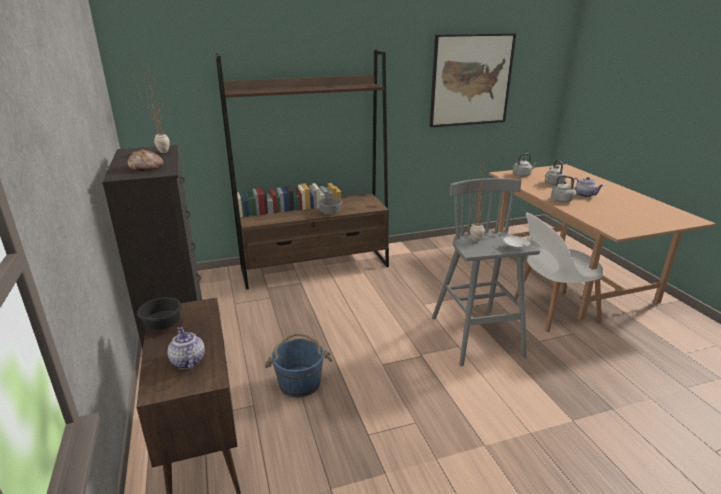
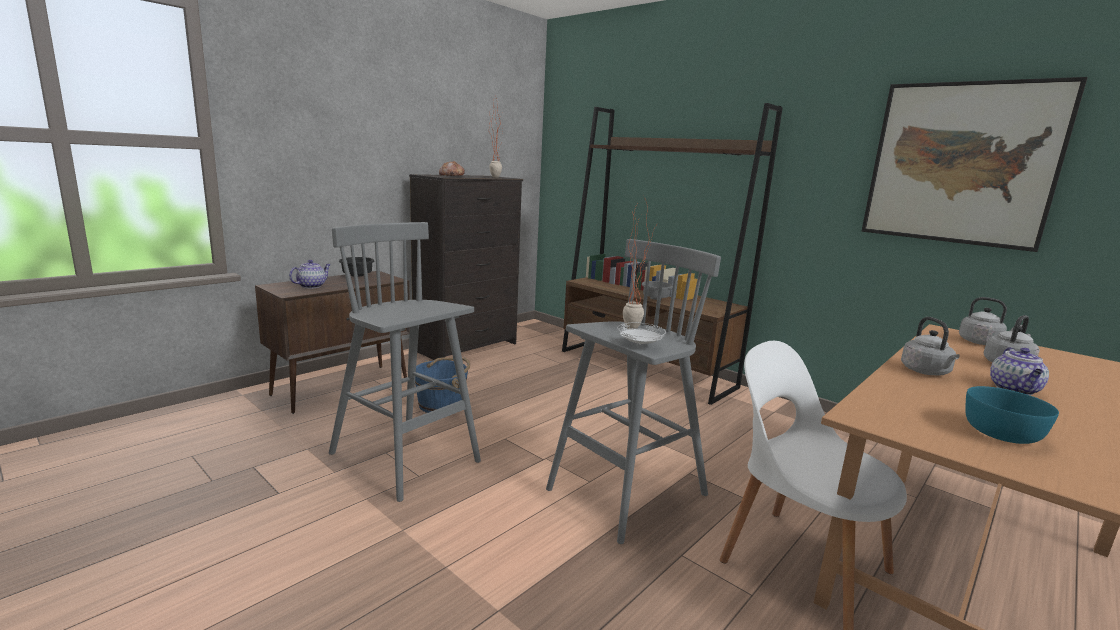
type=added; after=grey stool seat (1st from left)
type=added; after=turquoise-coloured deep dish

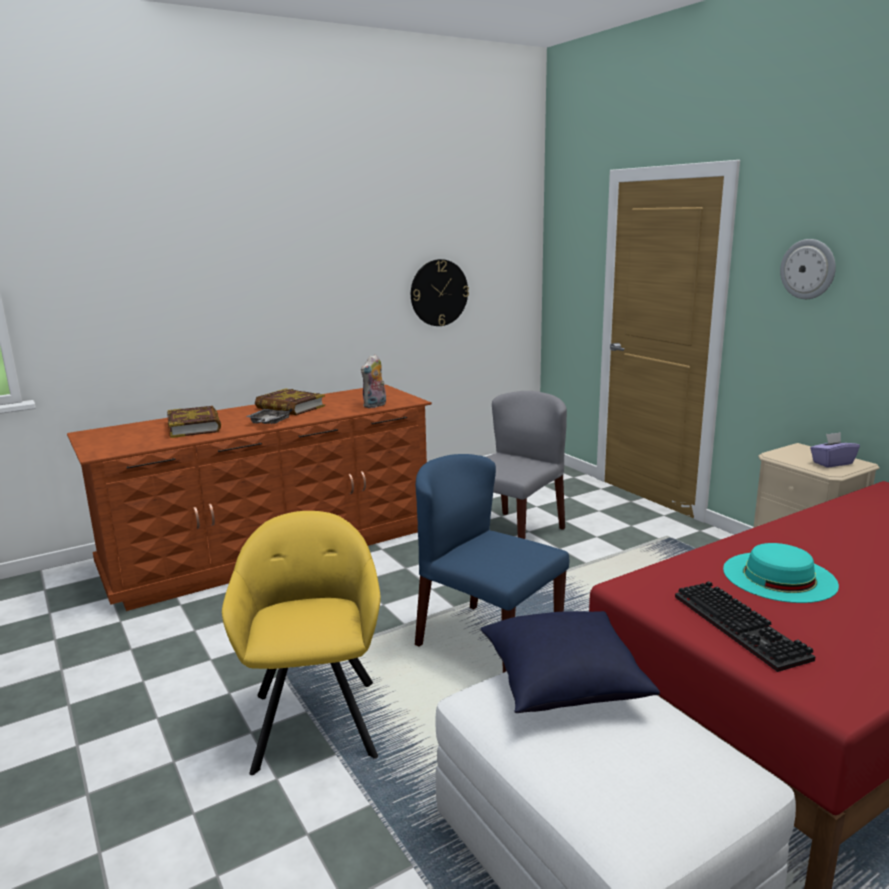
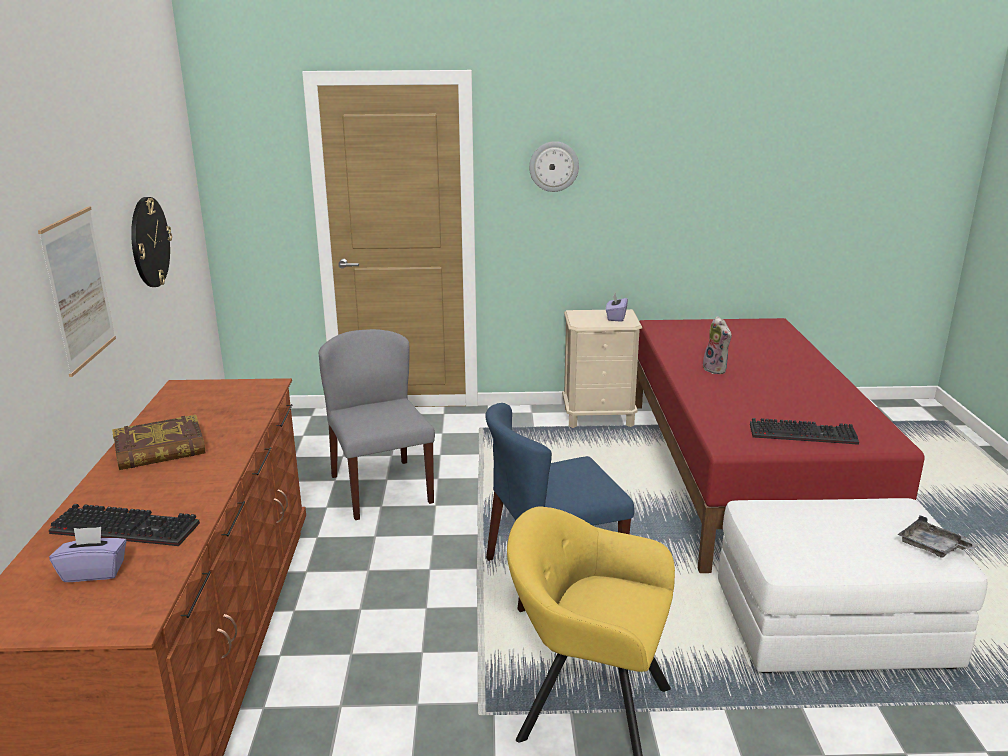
type=moved; before=soft toy
type=replaced; before=book (1st from left); after=computer keyboard (1st from left)
type=moved; before=grey carrying tray
type=removed; before=turquoise-coloured wearable hat
type=removed; before=blue-coloured cushion
type=added; after=wall picture
type=added; after=purplish tissue box (1st from left)

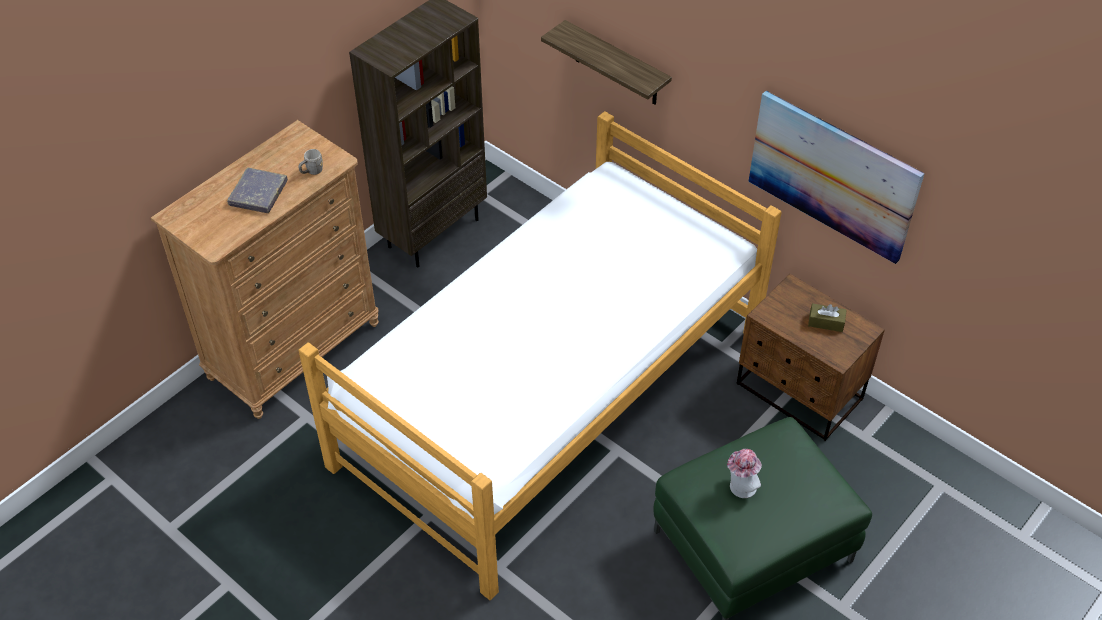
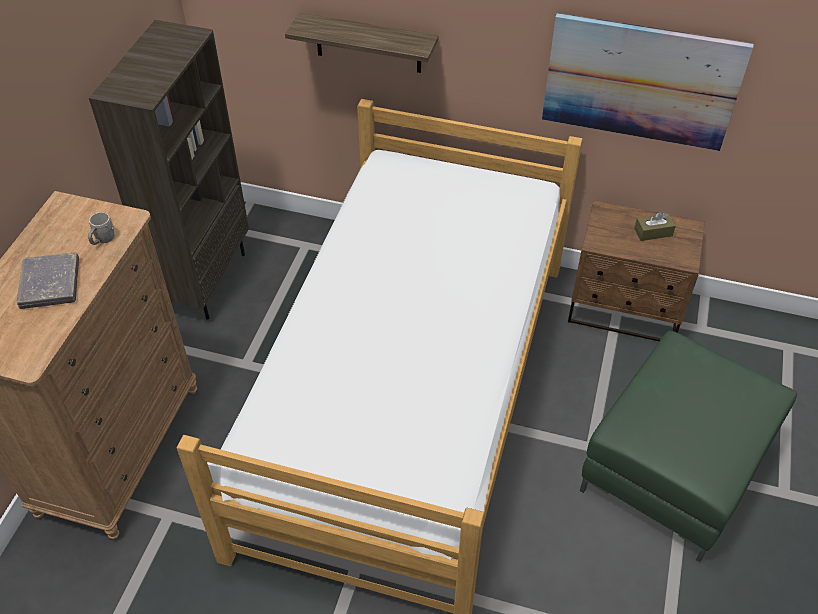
type=removed; before=wearable hat

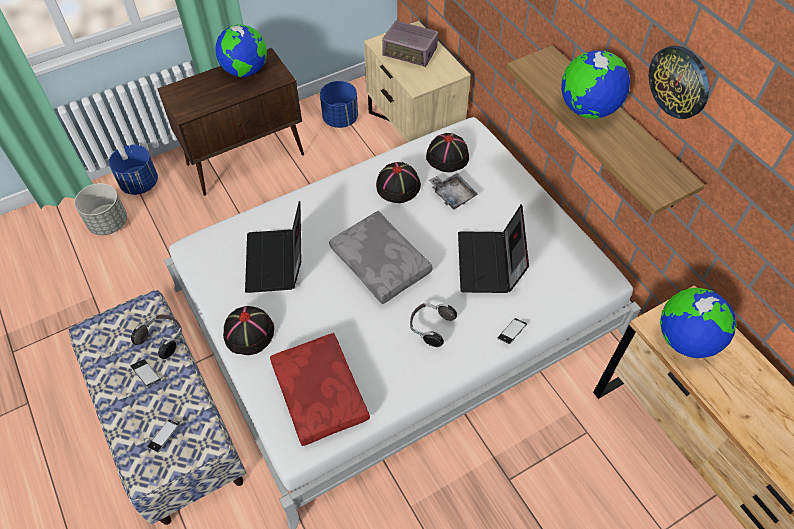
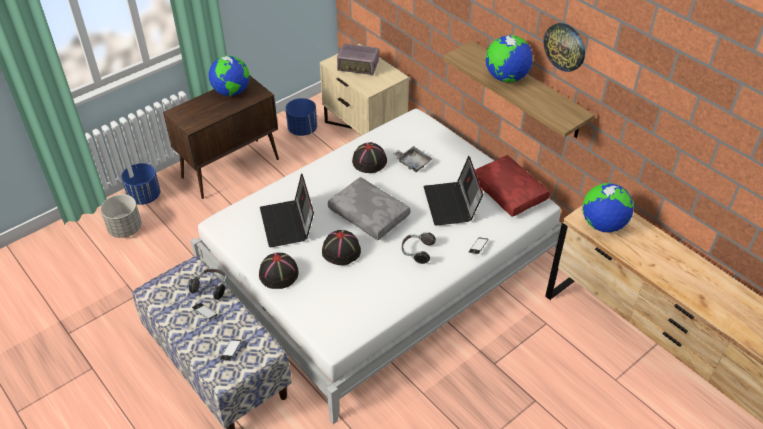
type=moved; before=black-coloured wearable hat (3rd from left in the first image); after=black-coloured wearable hat (2nd from left)
type=moved; before=red cushion

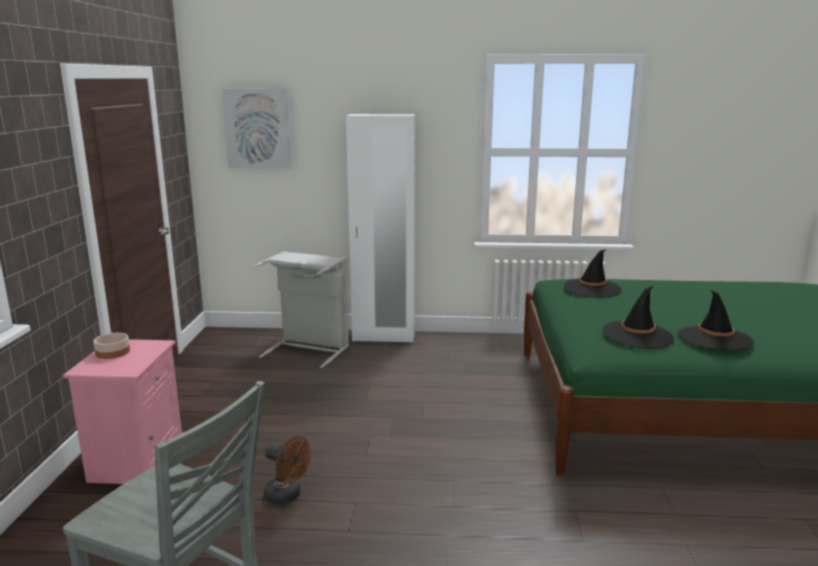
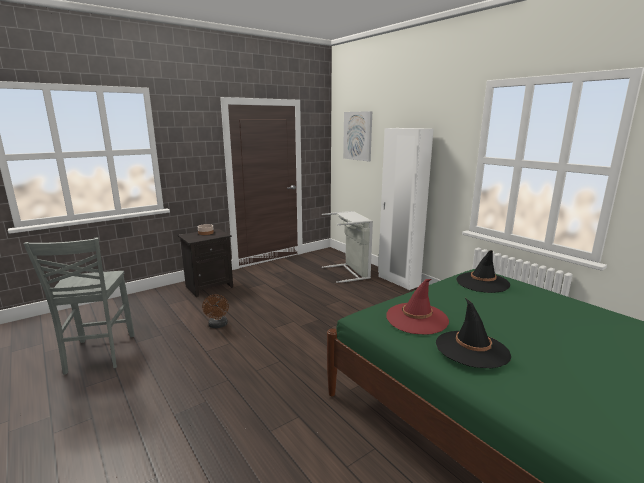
type=recoloured; before=black-coloured wearable hat (2nd from left); after=red wearable hat
type=recoloured; before=pink night table; after=black-coloured night table

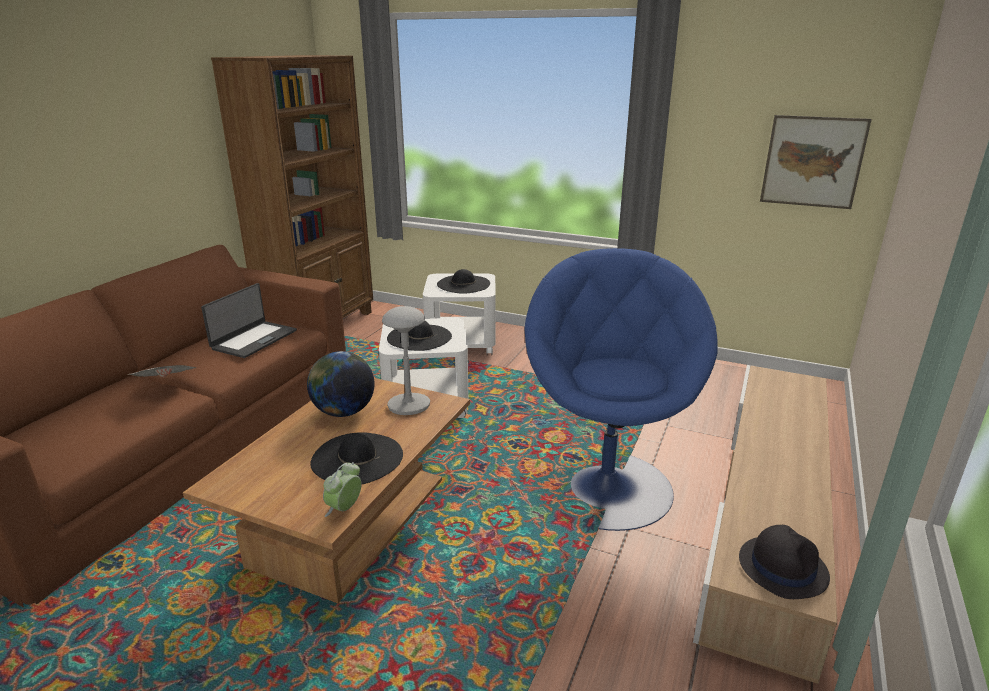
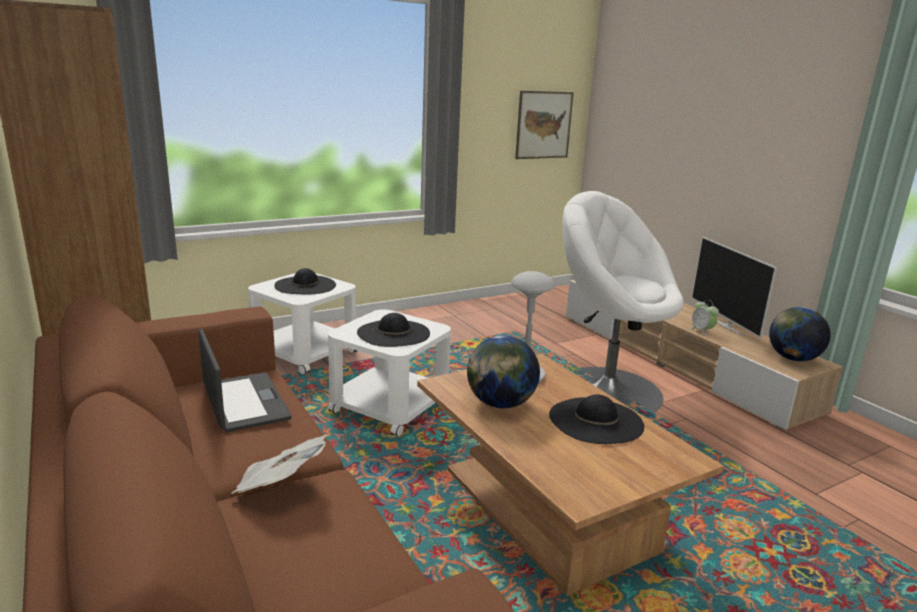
type=recoloured; before=blue-coloured armchair; after=whitish armchair
type=moved; before=alarm clock
type=replaced; before=black-coloured wearable hat (4th from left); after=desk globe (2nd from left)
type=added; after=TV

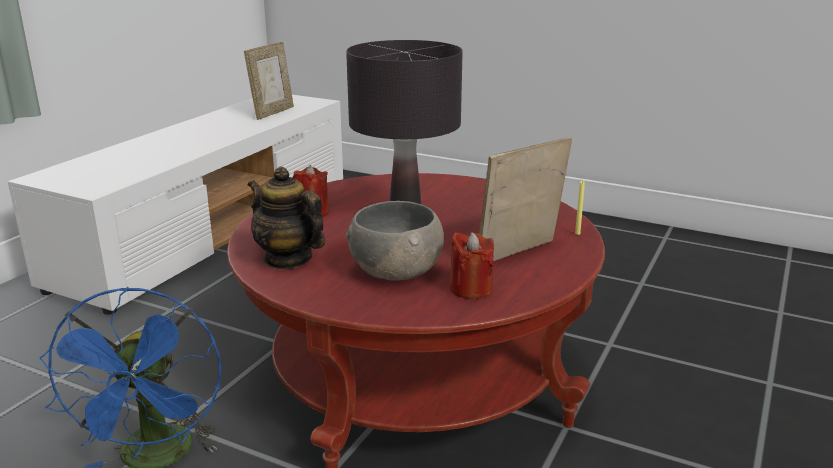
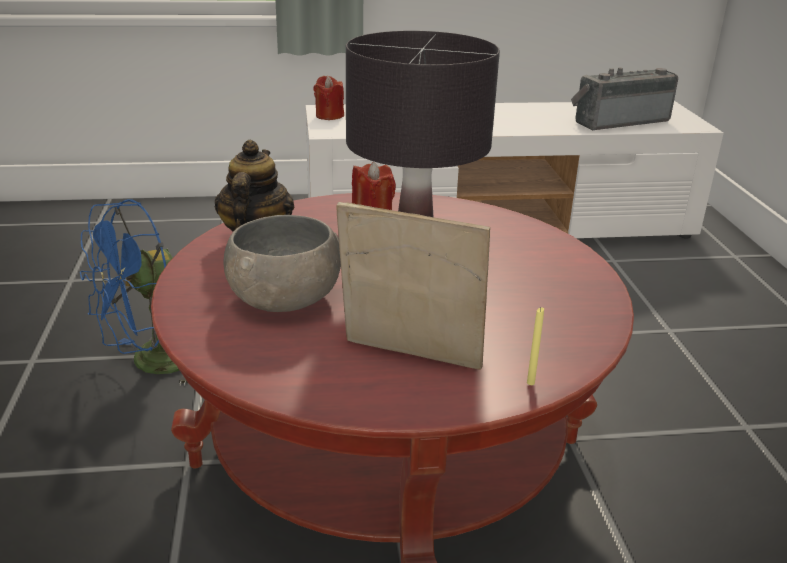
type=replaced; before=picture frame (1st from left); after=radio receiver
type=moved; before=red wax light (2nd from left in the first image); after=red wax light (1st from left)

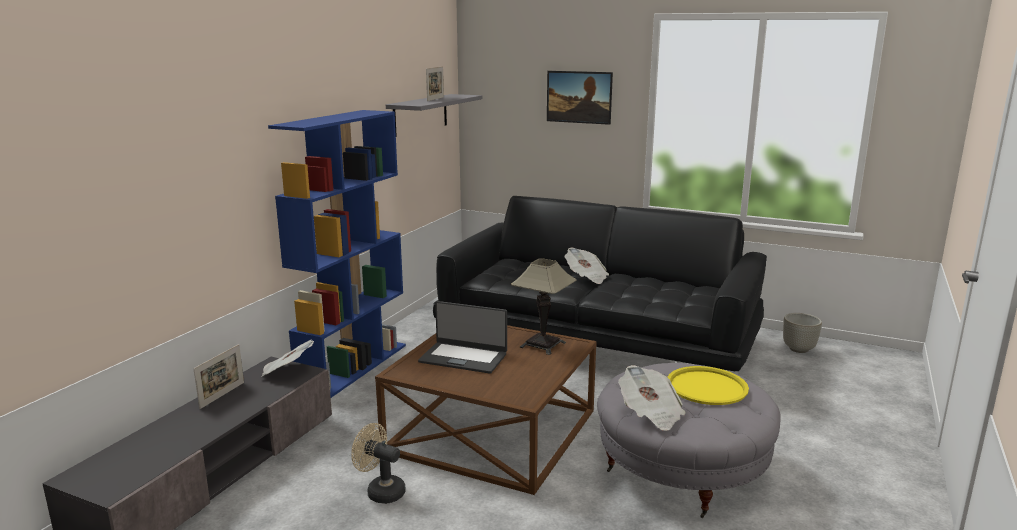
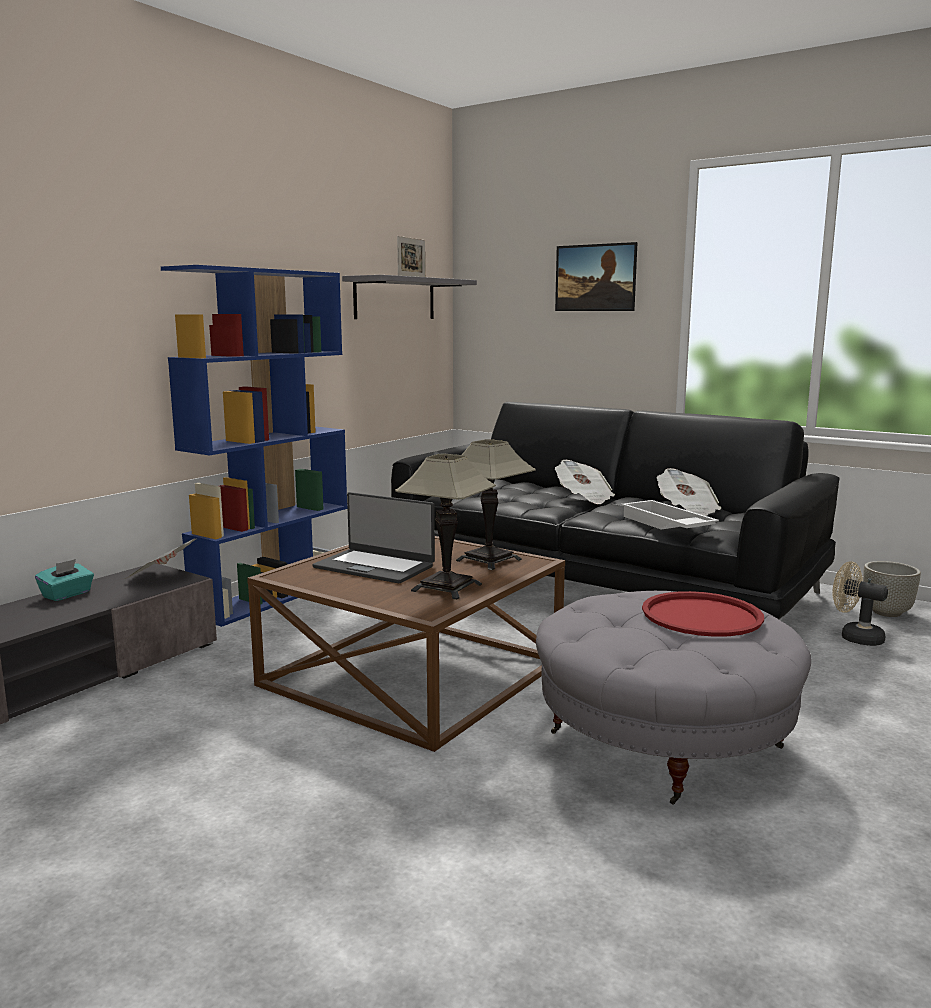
type=replaced; before=picture frame (1st from left); after=turquoise-coloured tissue box
type=moved; before=printed paper (3rd from left)
type=recoloured; before=yellowish carrying tray; after=red carrying tray
type=moved; before=sand-coloured fan
type=added; after=table lamp (1st from left)
type=added; after=whitish carrying tray

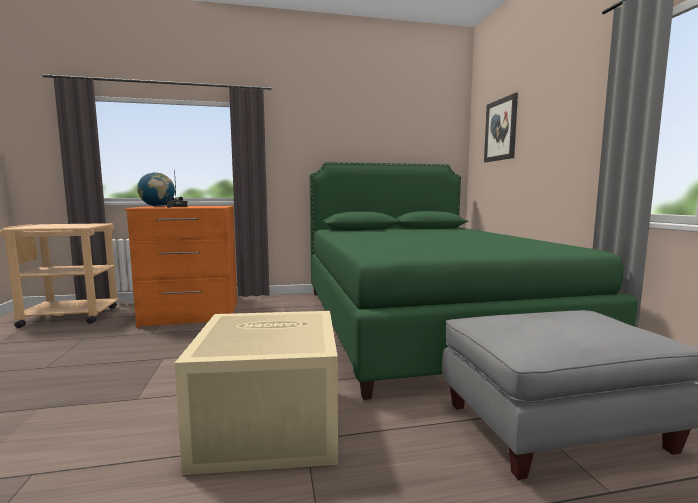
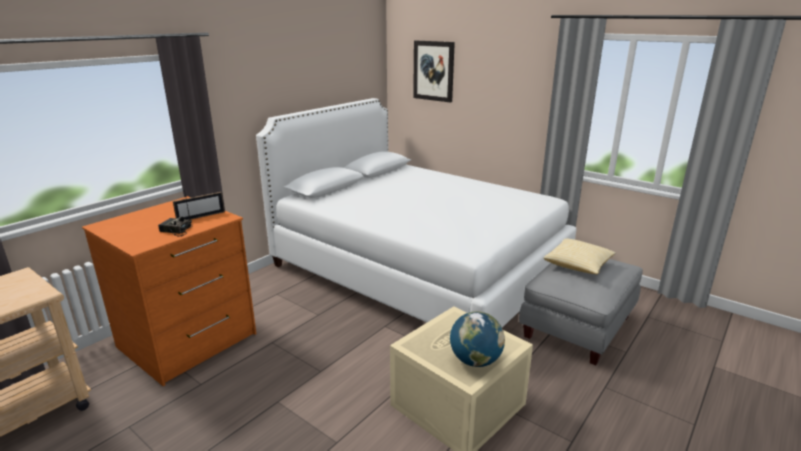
type=recoloured; before=green-coloured sleeping bed; after=whitish sleeping bed
type=moved; before=desk globe
type=added; after=picture frame
type=added; after=cushion

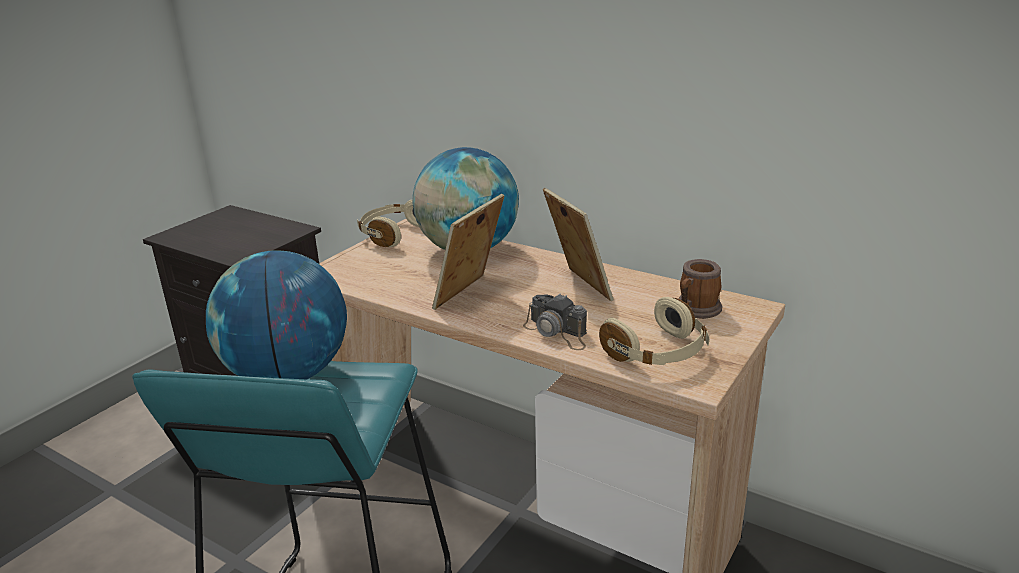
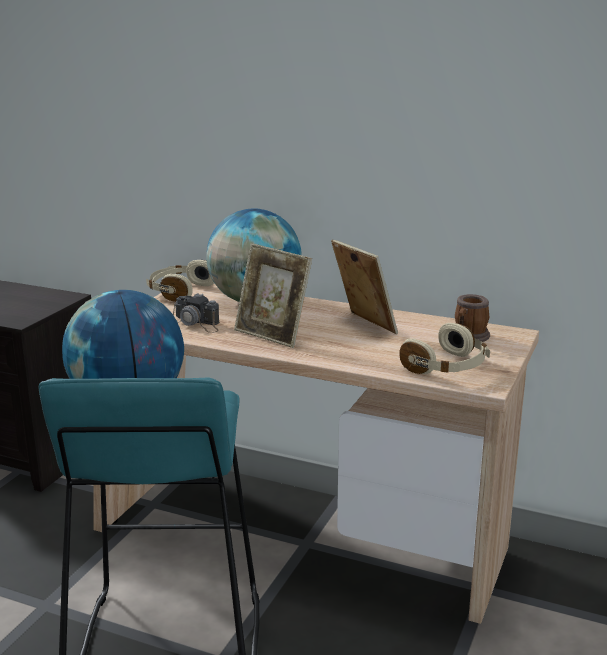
type=turned; before=picture frame (1st from left); turn=-75
type=moved; before=still camera

